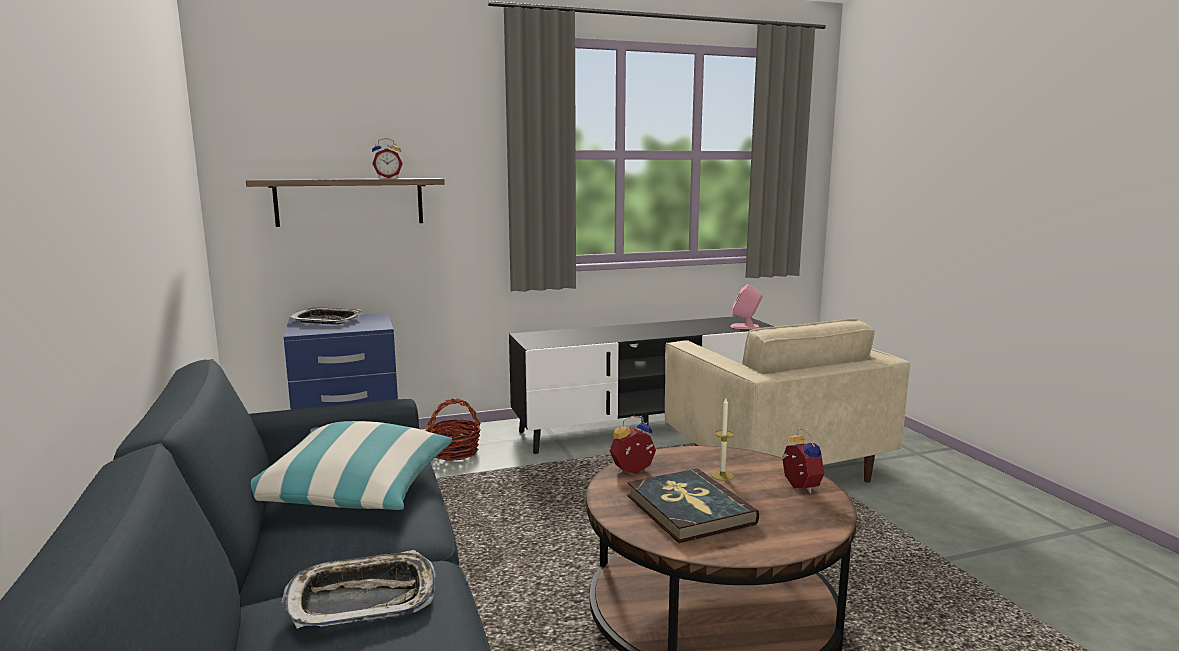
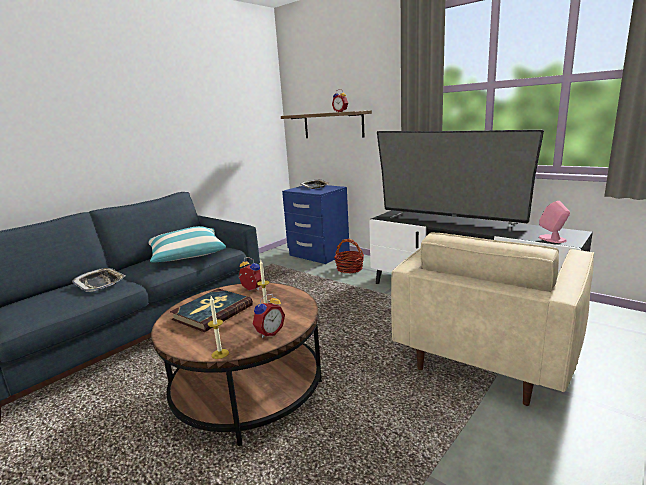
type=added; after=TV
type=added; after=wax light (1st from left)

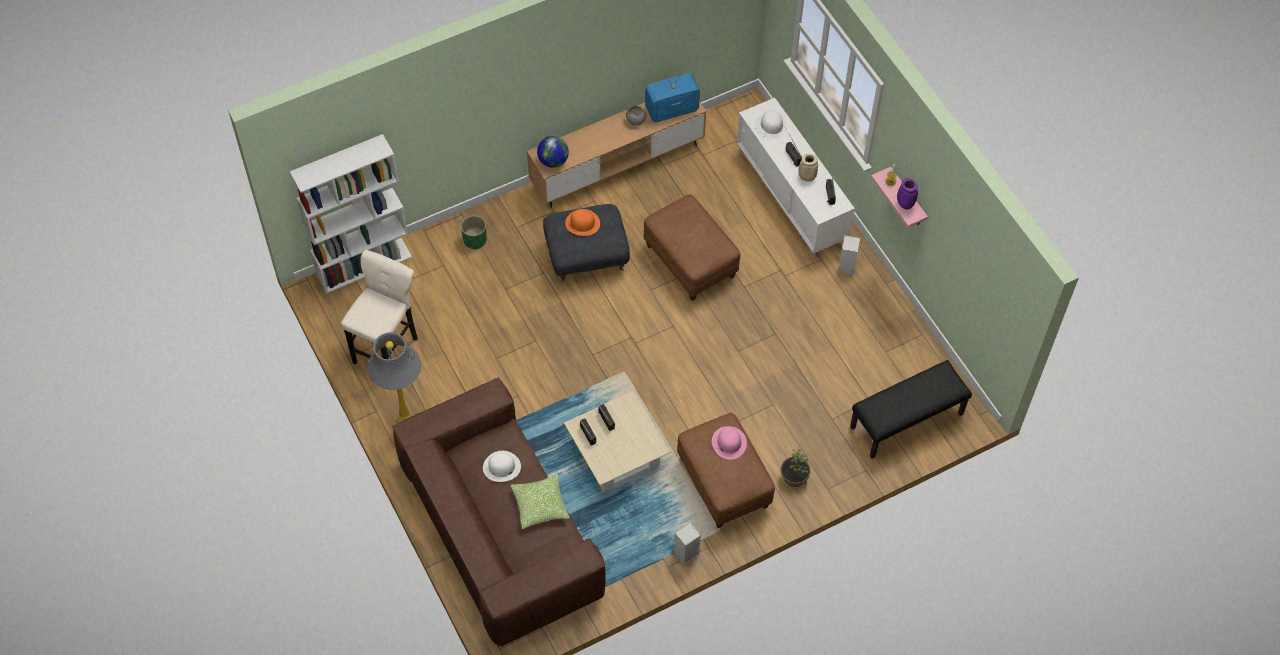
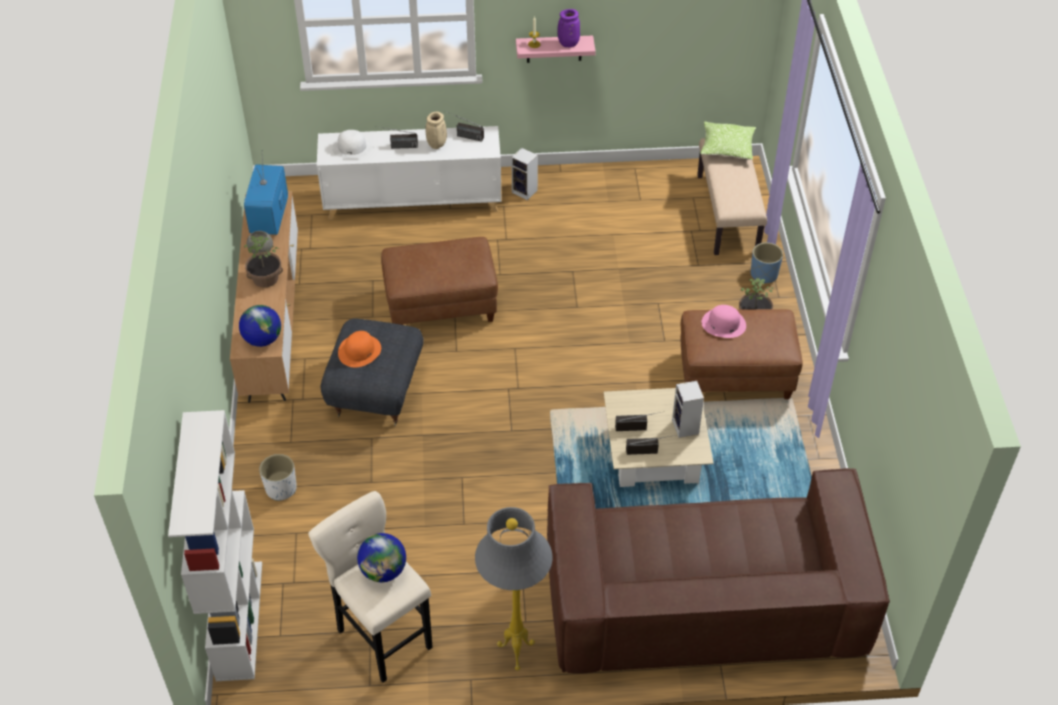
type=recoloured; before=green-coloured planter; after=whitish planter
type=recoloured; before=black-coloured long seat; after=sand-coloured long seat
type=removed; before=whitish wearable hat (1st from left)
type=moved; before=cushion
type=moved; before=loudspeaker (1st from left in the first image); after=loudspeaker (2nd from left)
type=added; after=potted plant (1st from left)
type=added; after=blue-coloured planter
type=added; after=desk globe (2nd from left)

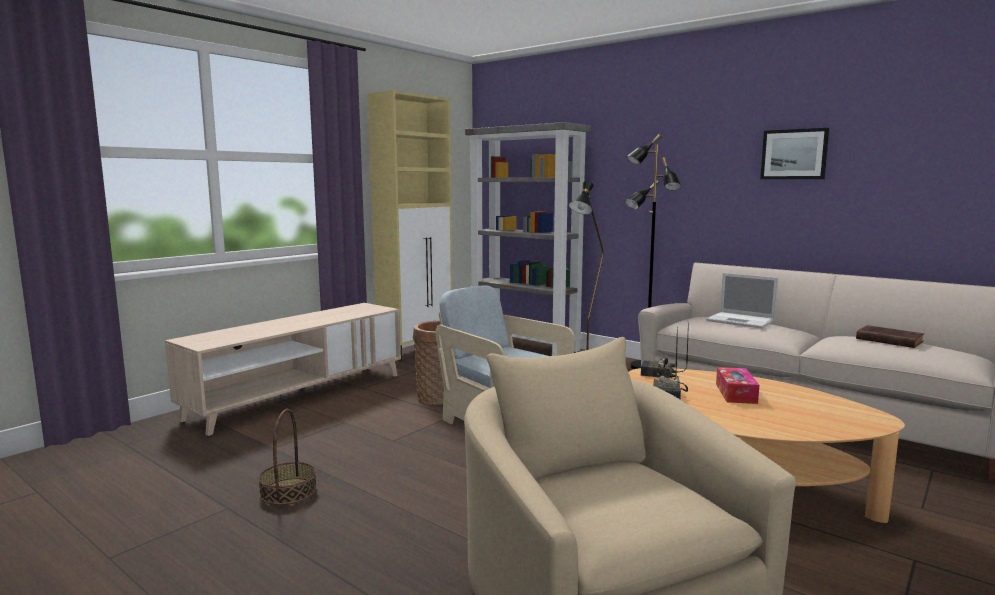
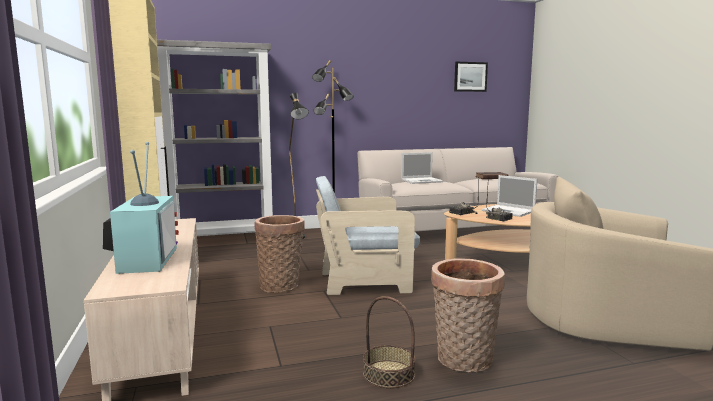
type=moved; before=wall picture
type=replaced; before=tissue box; after=laptop (2nd from left)
type=added; after=TV
type=added; after=storage basket (3rd from left)

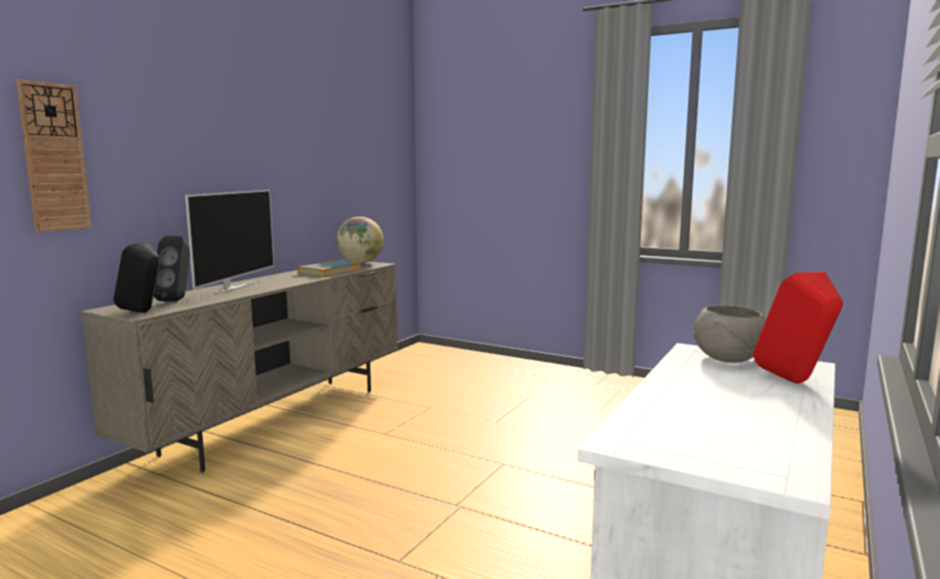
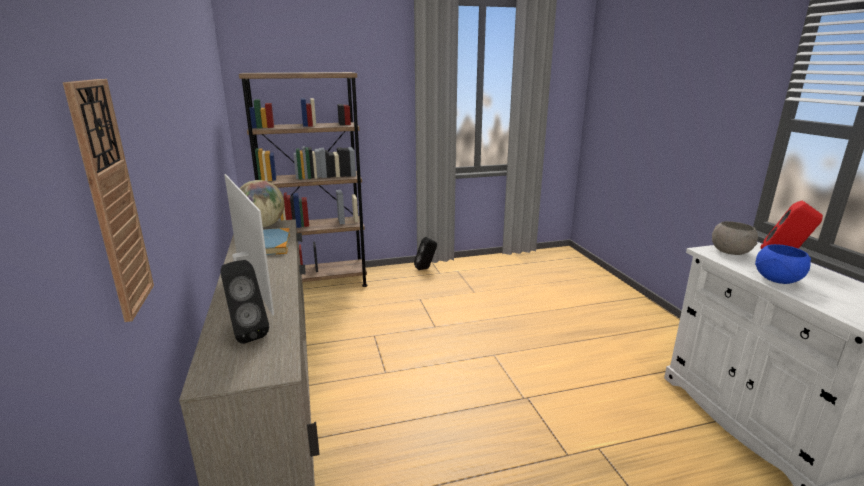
type=moved; before=black-coloured loudspeaker (1st from left in the first image); after=black-coloured loudspeaker (2nd from left)
type=added; after=brown bookcase
type=added; after=blue-coloured deep dish

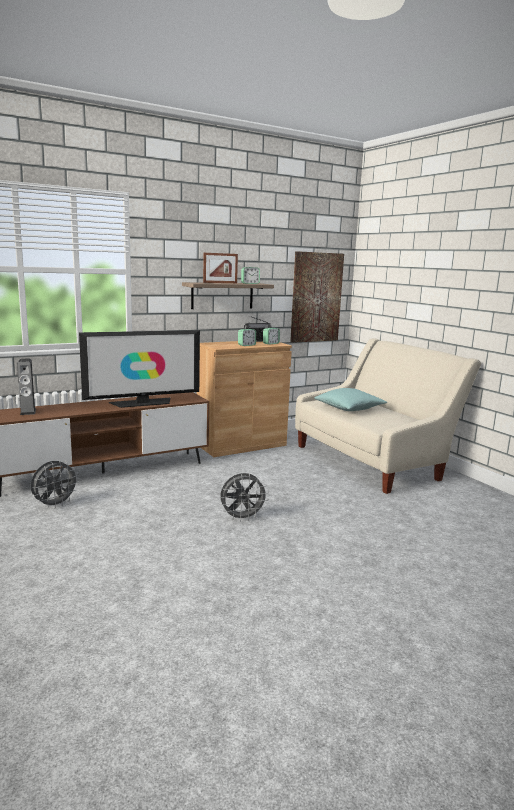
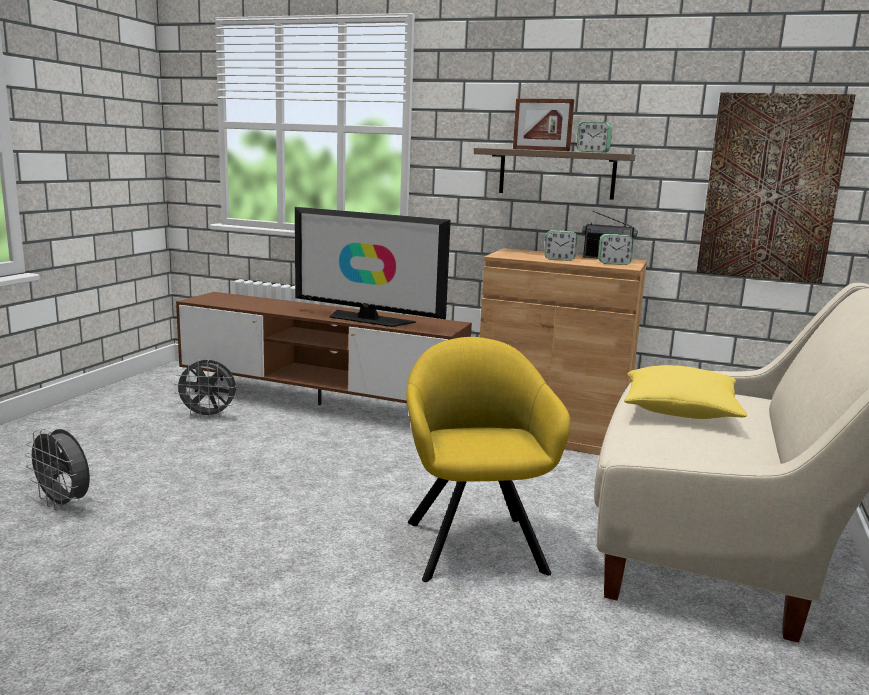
type=removed; before=loudspeaker
type=recoloured; before=turquoise-coloured cushion; after=yellowish cushion
type=moved; before=grey fan (2nd from left in the first image); after=grey fan (1st from left)
type=added; after=yellowish armchair

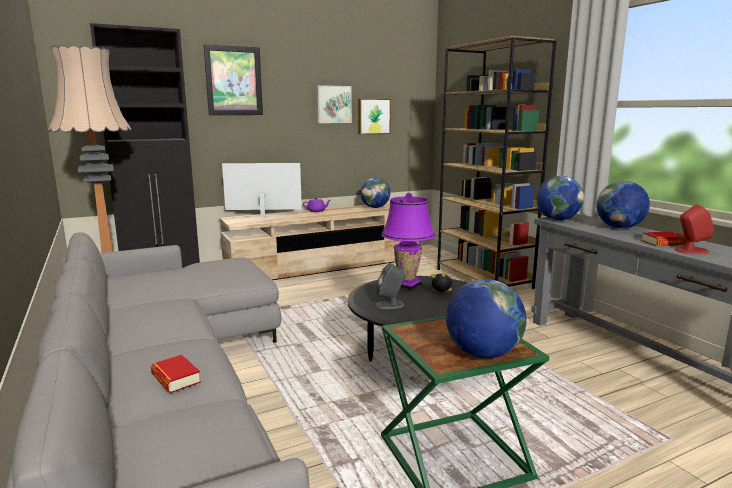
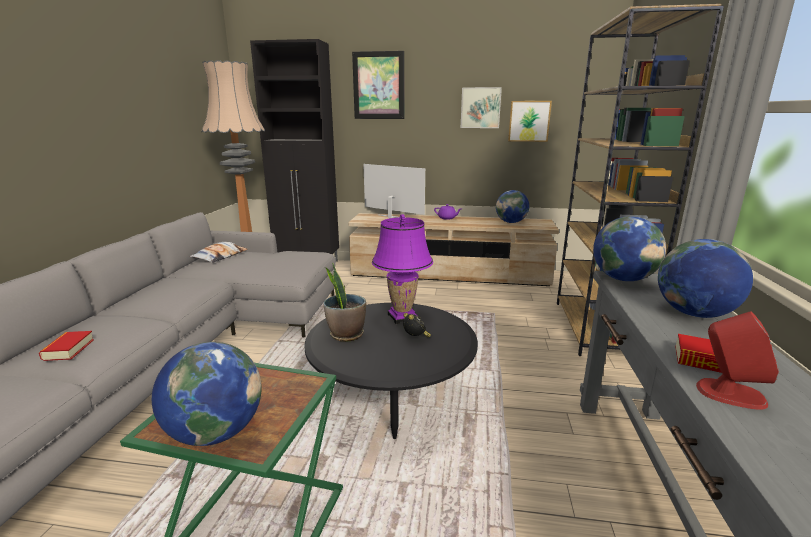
type=replaced; before=grey loudspeaker; after=potted plant
type=added; after=cushion

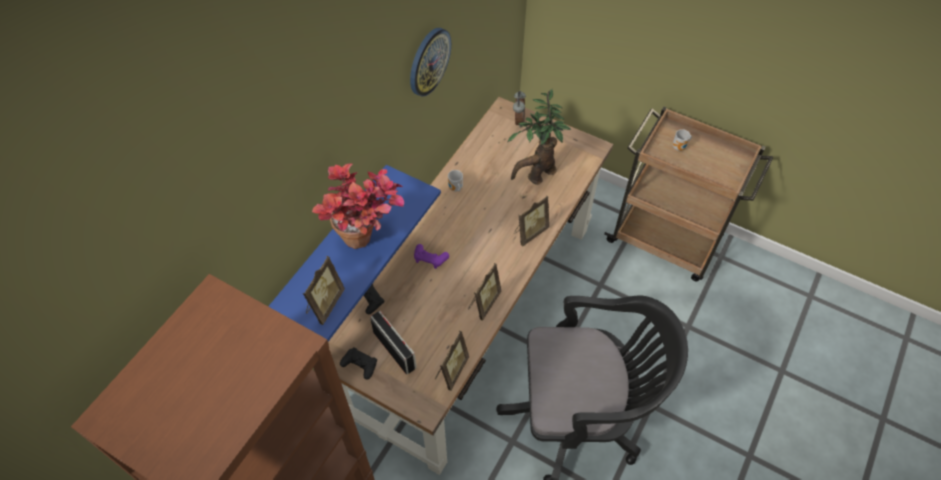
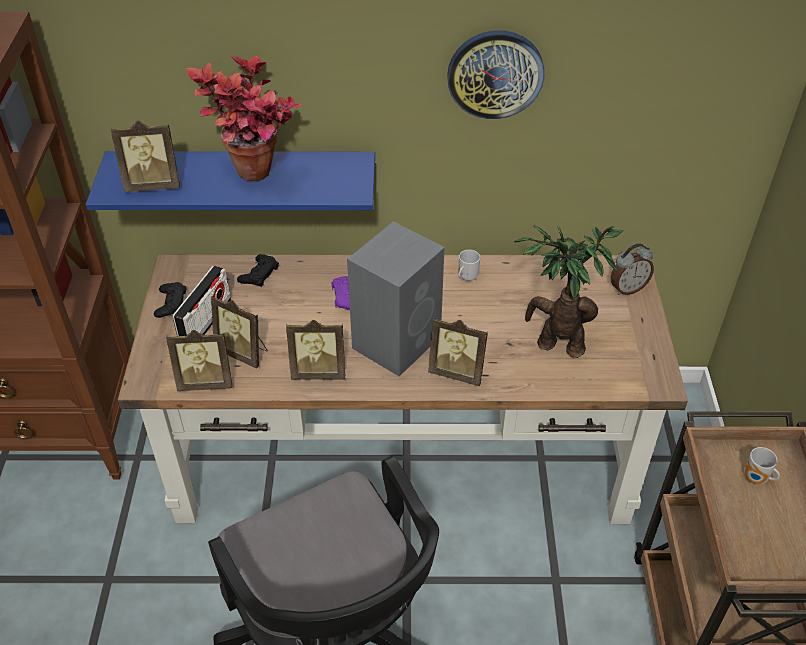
type=added; after=grey loudspeaker
type=added; after=picture frame (3rd from left)

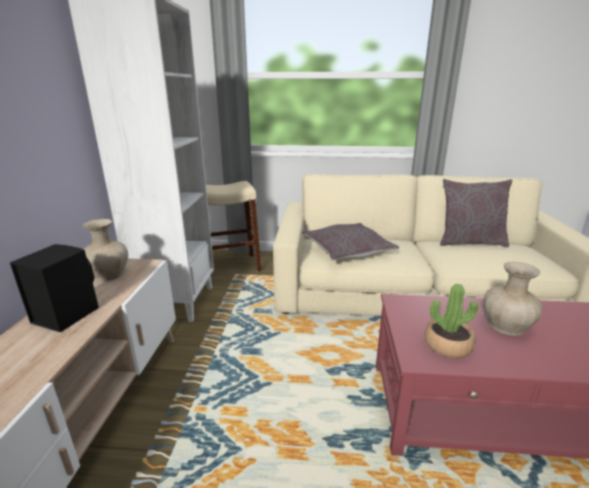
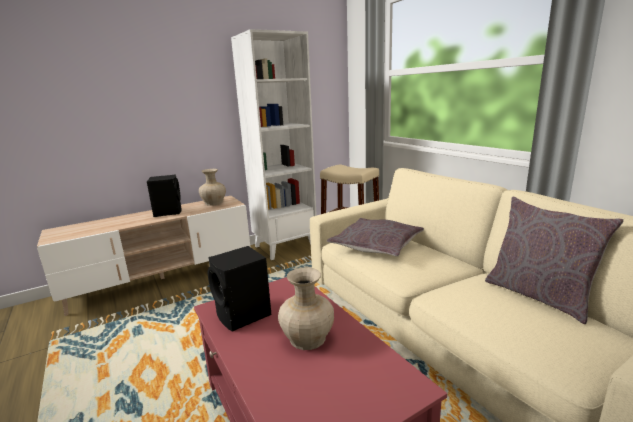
type=replaced; before=potted plant; after=black-coloured loudspeaker (2nd from left)

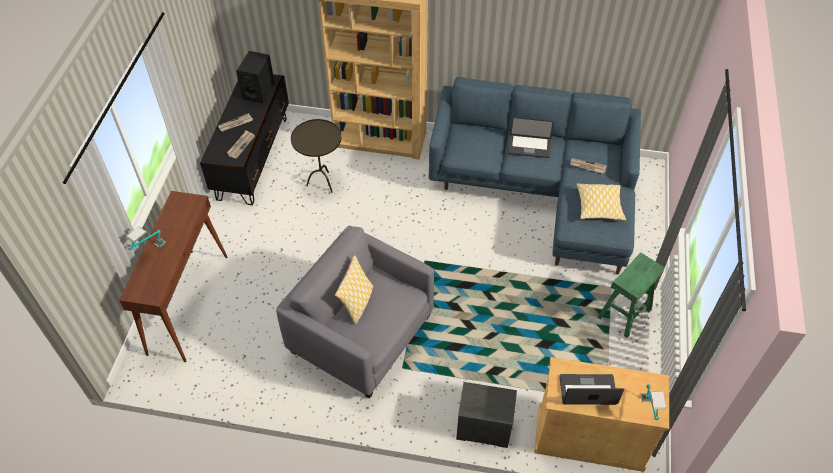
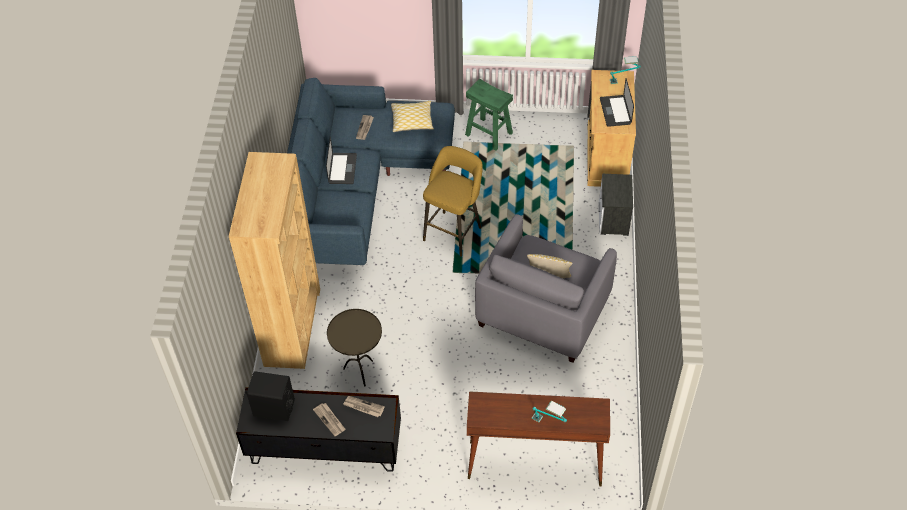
type=added; after=yellowish stool seat

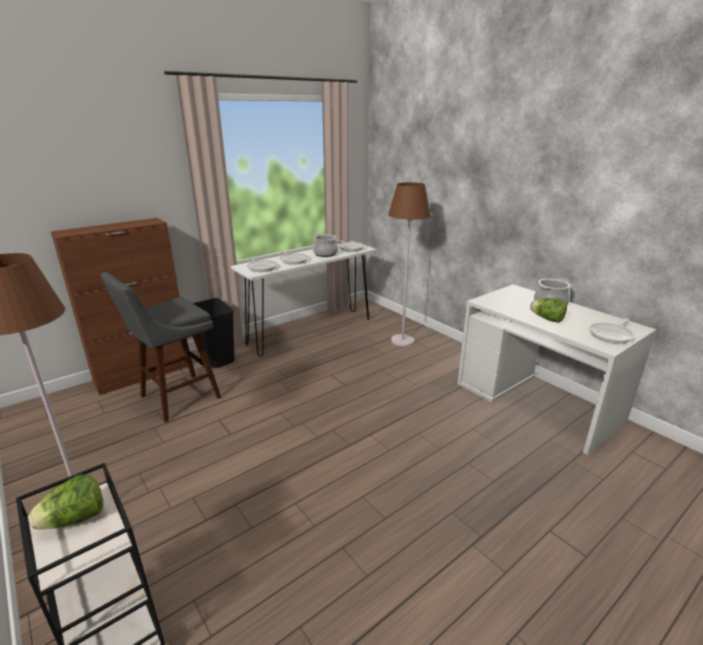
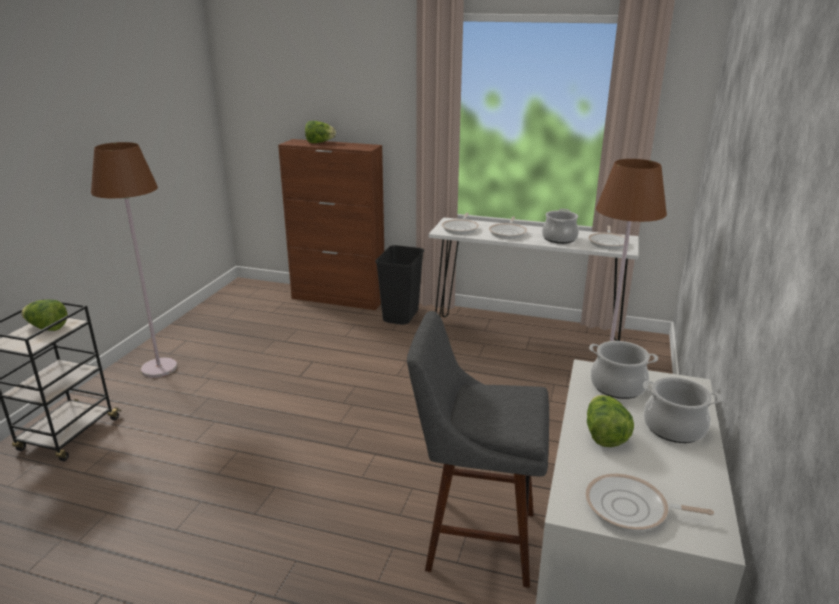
type=moved; before=grey stool seat
type=added; after=lettuce head (2nd from left)
type=added; after=saucepot (2nd from left)

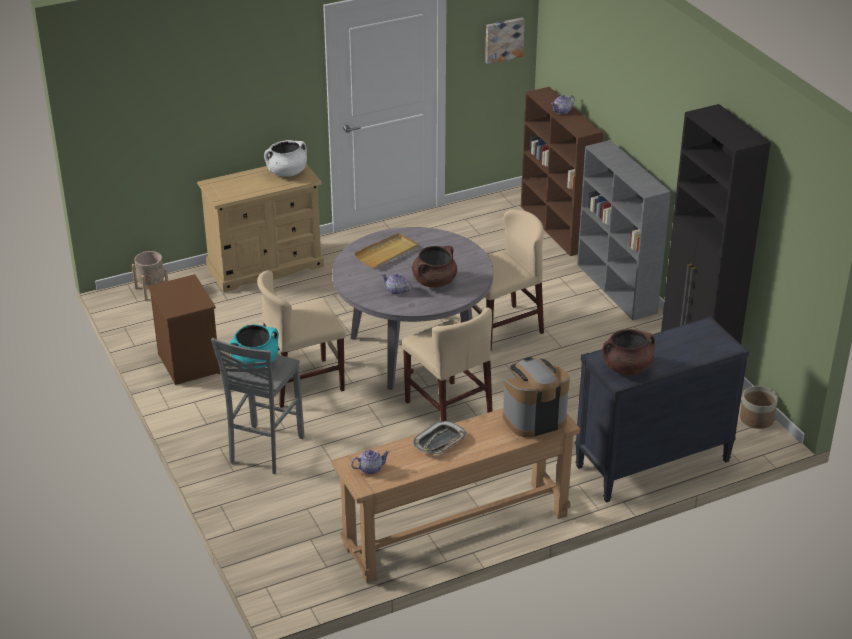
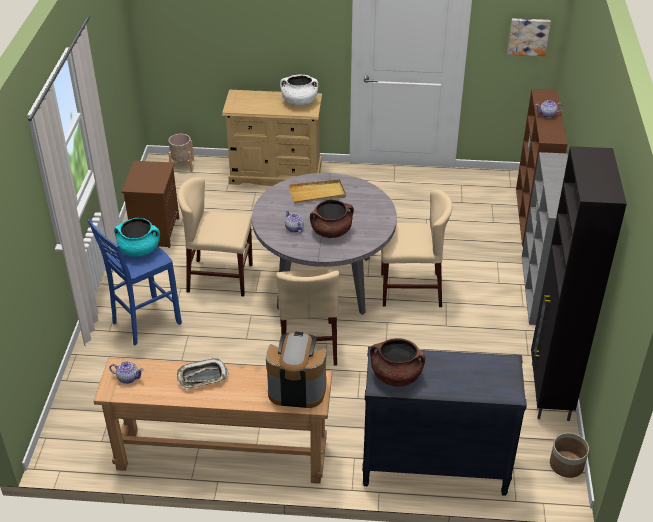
type=recoloured; before=grey stool seat; after=blue-coloured stool seat

